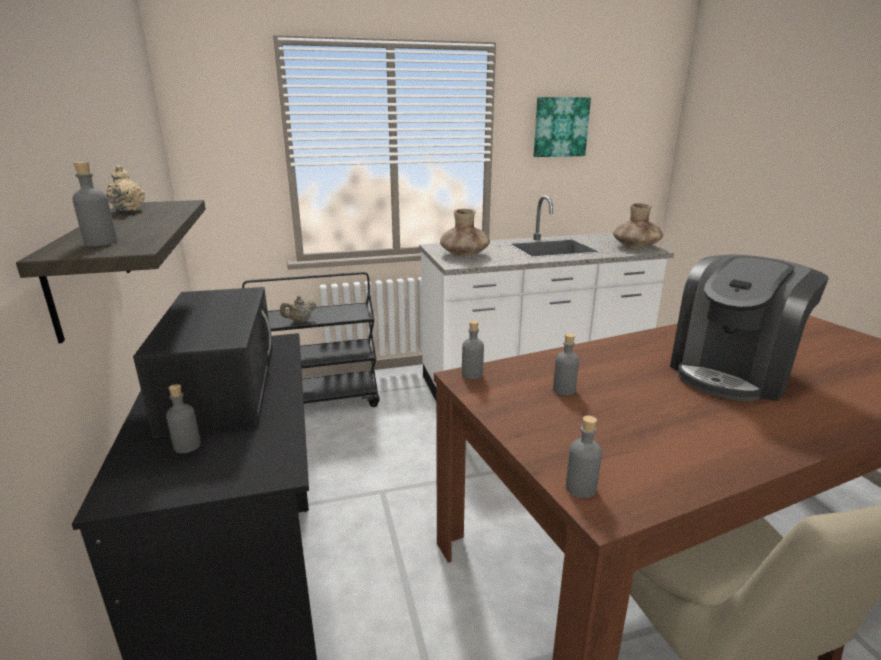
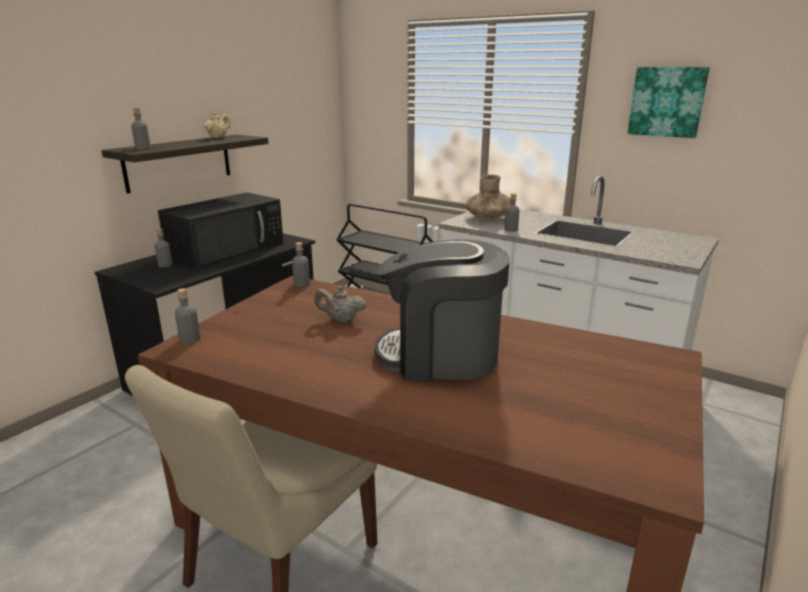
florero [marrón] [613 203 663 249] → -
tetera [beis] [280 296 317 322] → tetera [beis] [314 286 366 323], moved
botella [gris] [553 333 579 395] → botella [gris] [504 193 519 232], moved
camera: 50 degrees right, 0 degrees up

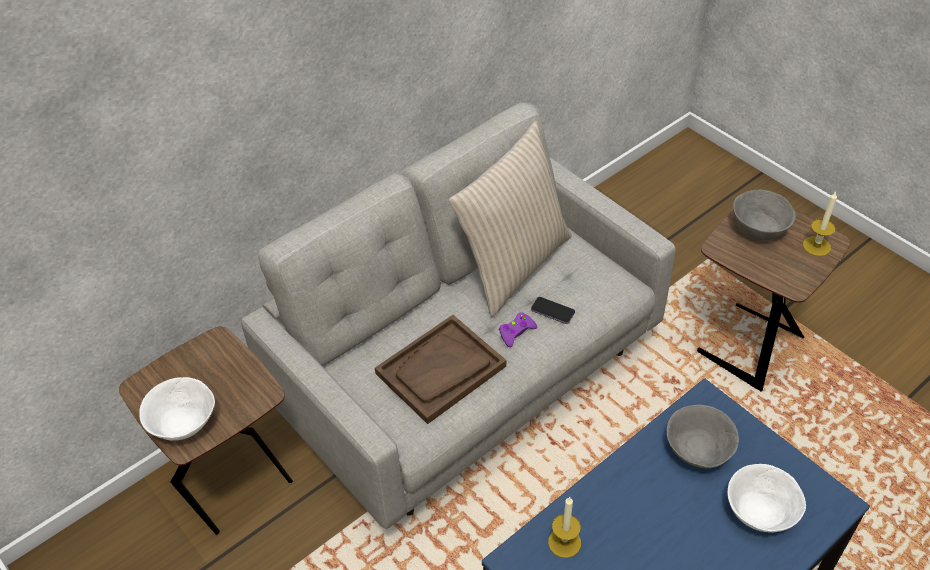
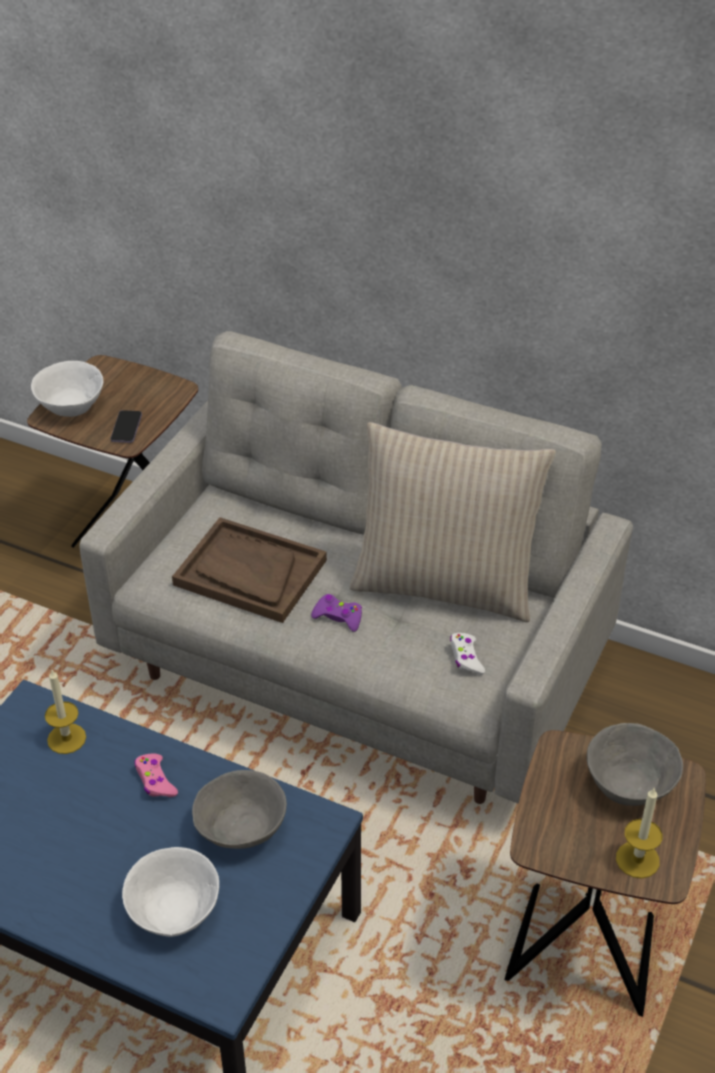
- → mando de consola [rosa] [134 753 178 797]
- → mando de consola [blanco] [450 633 485 675]
móvil [531 297 575 324] → móvil [110 410 142 443], moved
camera: 65 degrees right, 5 degrees down

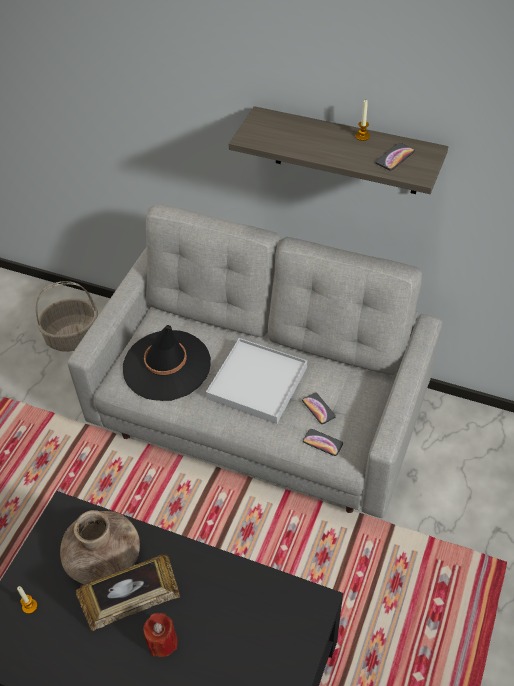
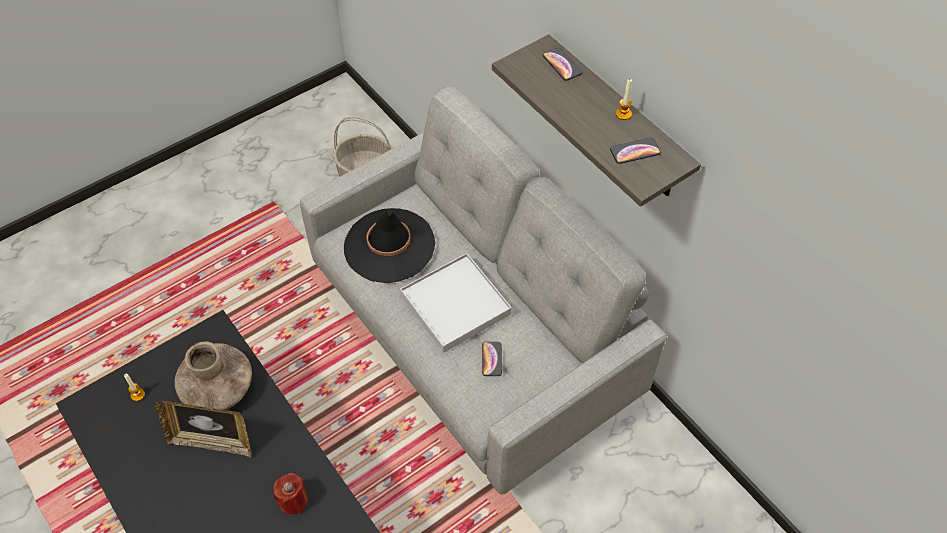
vela [rojo] [143 613 178 657] → vela [rojo] [273 473 308 515], moved
móvil [303 429 343 456] → móvil [543 47 582 81], moved
camera: 30 degrees right, 5 degrees up

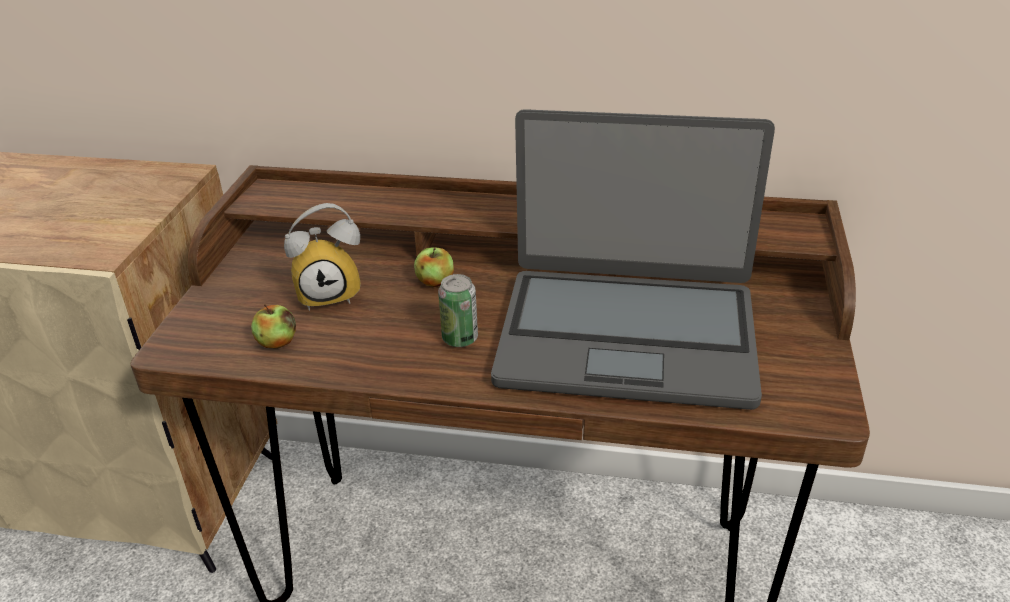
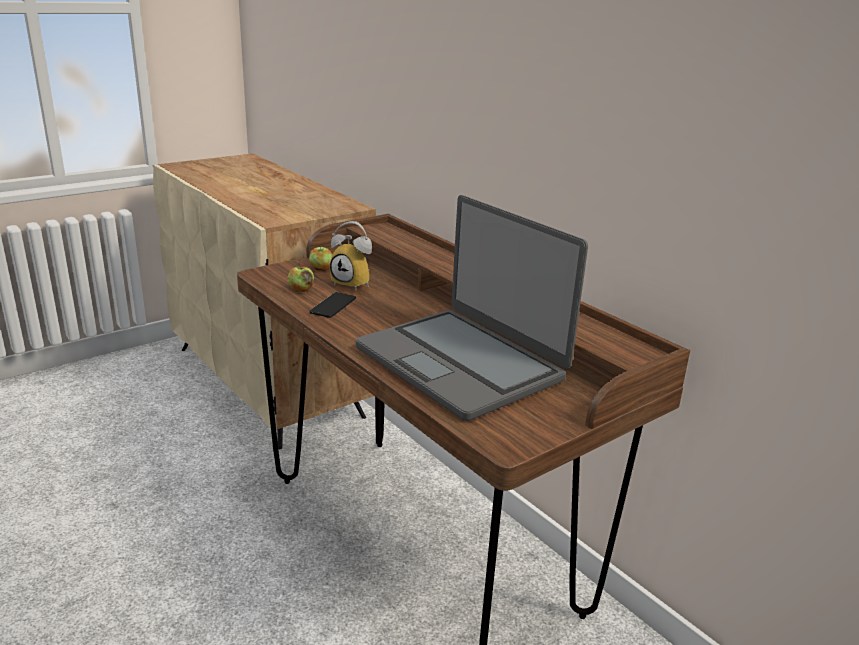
lata [438 274 478 347] → -
- → móvil [309 292 356 318]
manzana [414 247 454 287] → manzana [309 245 332 271], moved
camera: 40 degrees right, 10 degrees down

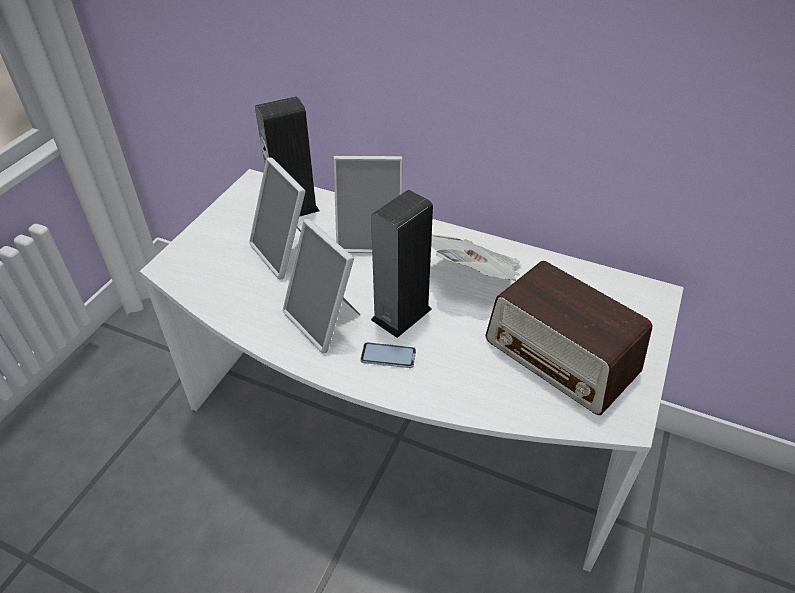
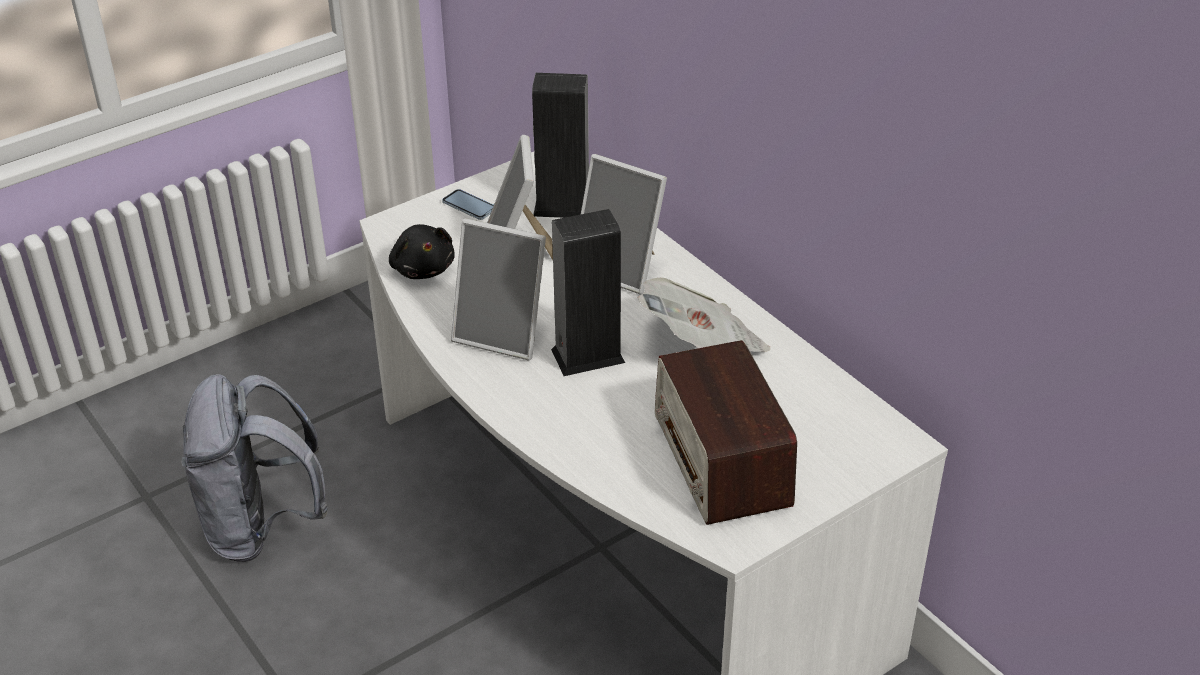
- → mochila [gris] [181 374 328 562]
- → peluche [negro] [389 224 455 279]
móvil [360 342 416 368] → móvil [442 189 494 220], moved
portarretratos [283 219 360 353] → portarretratos [451 218 546 360], 60 degrees counterclockwise
camera: 30 degrees right, 5 degrees down

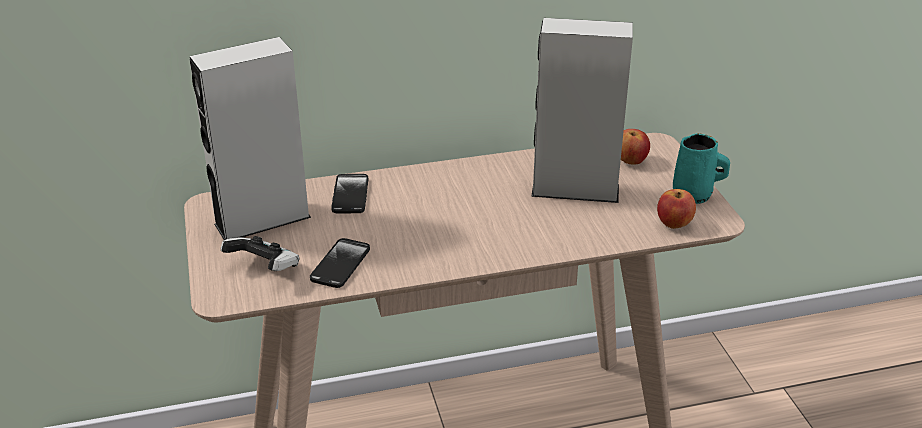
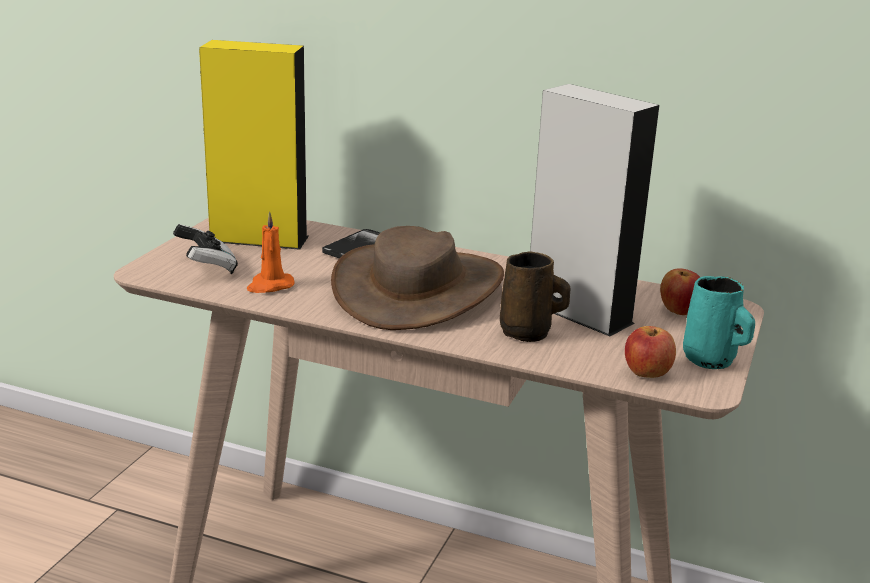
- → sombrero [marrón] [331 226 504 330]
- → taza grande [marrón] [500 251 570 342]
móvil [310 238 370 288] → vela [naranja] [247 211 295 293]
altavoz [gris] [189 37 311 240] → altavoz [amarillo] [199 40 309 250]
camera: 35 degrees right, 10 degrees down

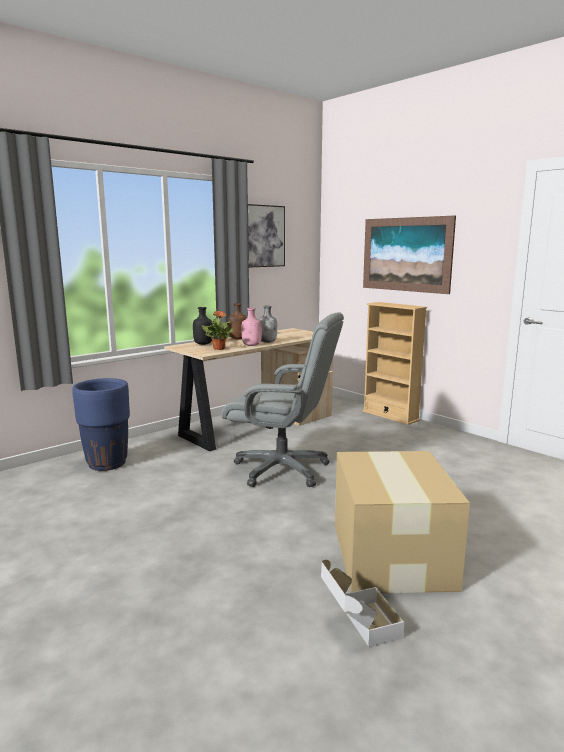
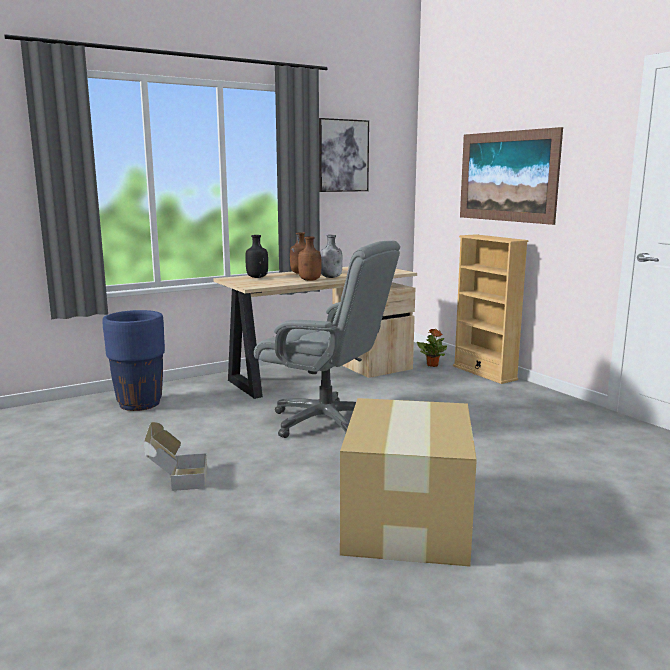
planta en maceta [202 311 233 350] → planta en maceta [417 329 447 367], moved
caja de cartón [321 560 404 647] → caja de cartón [144 422 207 491], moved
botella [rosa] [242 308 262 346] → botella [marrón] [298 236 321 281]
camera: 10 degrees right, 0 degrees up

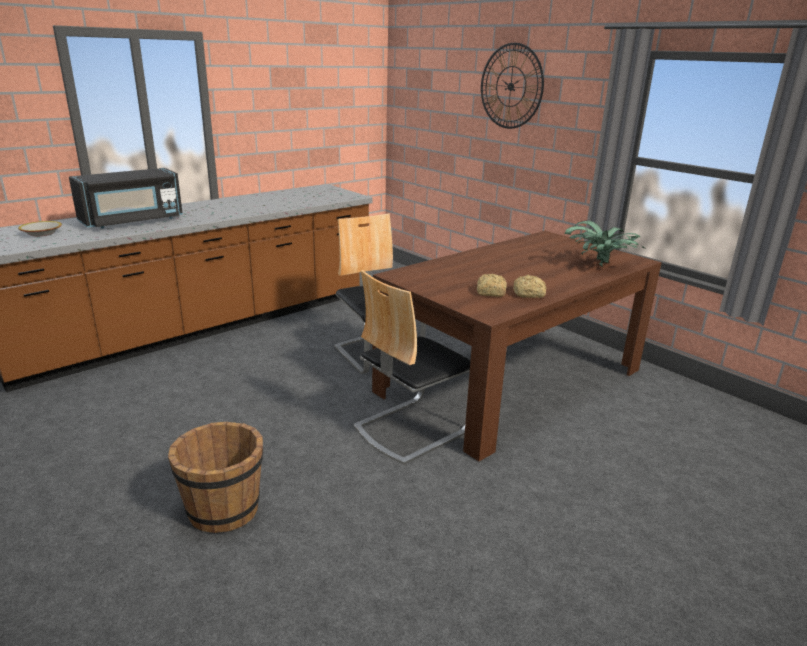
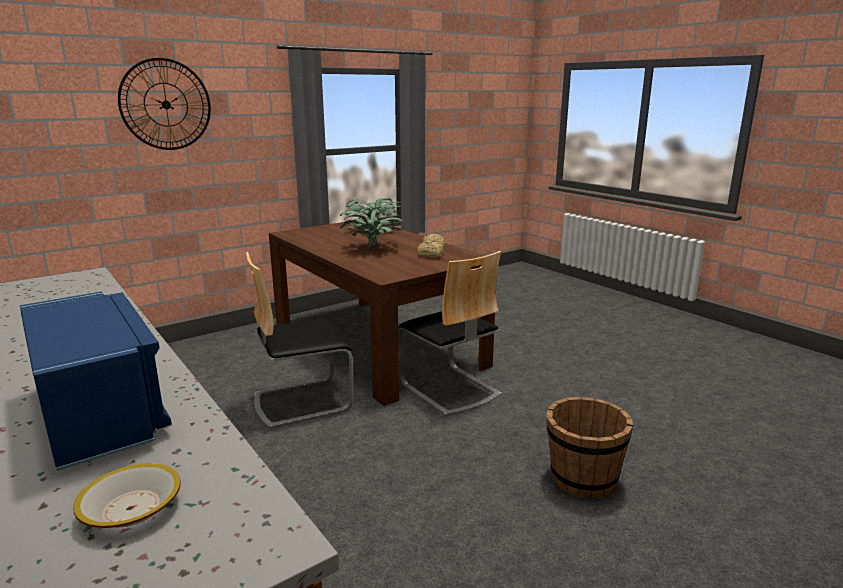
- → planta en maceta [340 210 403 249]
microondas [negro] [69 168 183 228] → microondas [azul] [20 292 172 471]
camera: 85 degrees left, 5 degrees down

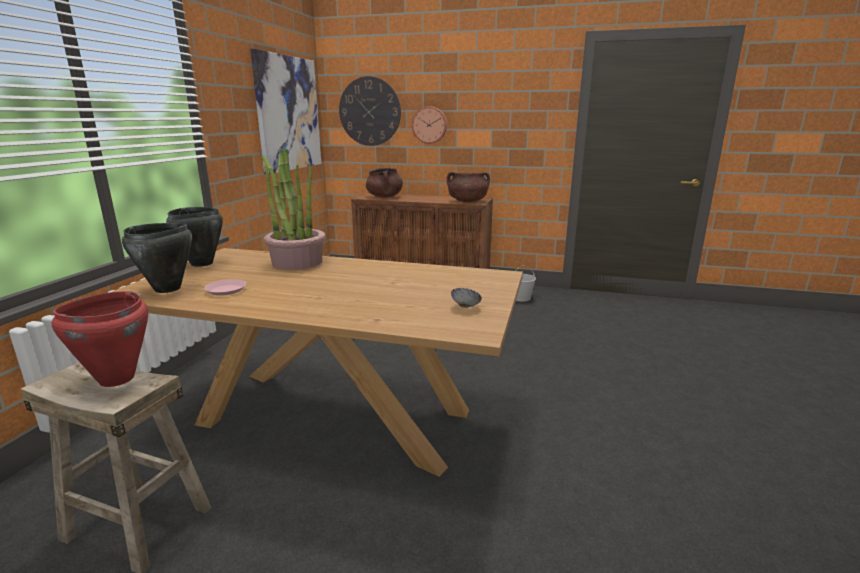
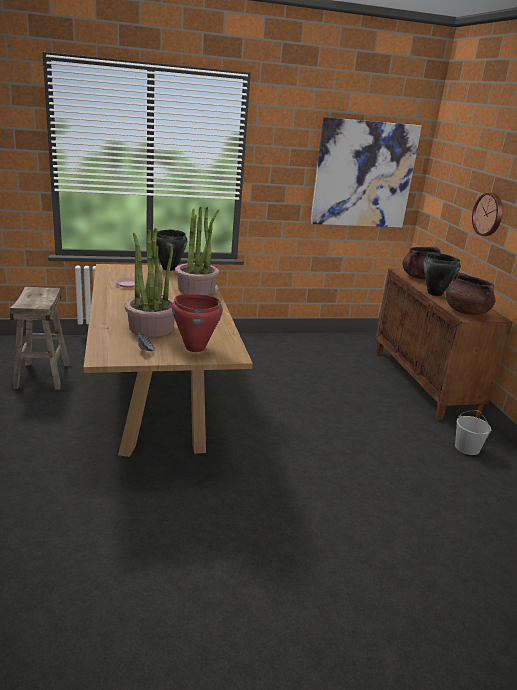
reloj de pared [339 76 401 146] → -
- → planta en maceta [125 228 175 337]
olla [rojo] [52 291 148 387] → olla [rojo] [172 294 223 352], moved
olla [negro] [122 223 192 293] → olla [negro] [423 253 461 296], moved
camera: 60 degrees right, 5 degrees up

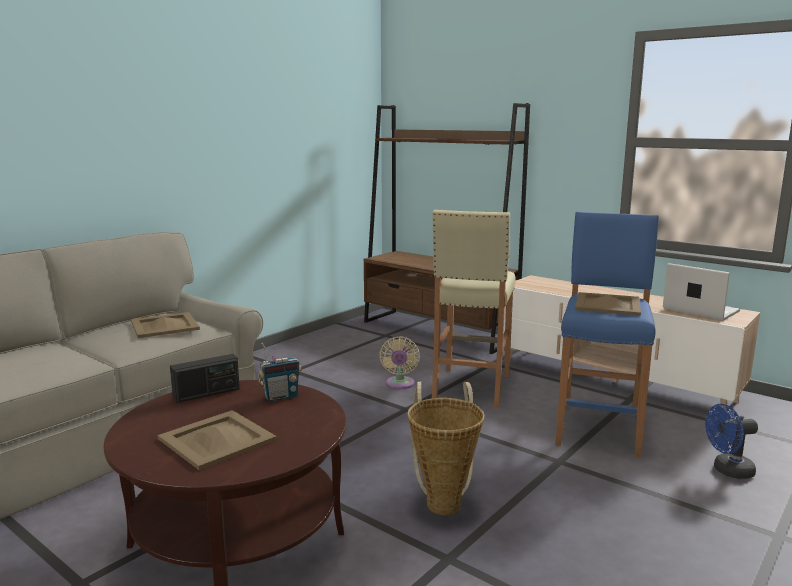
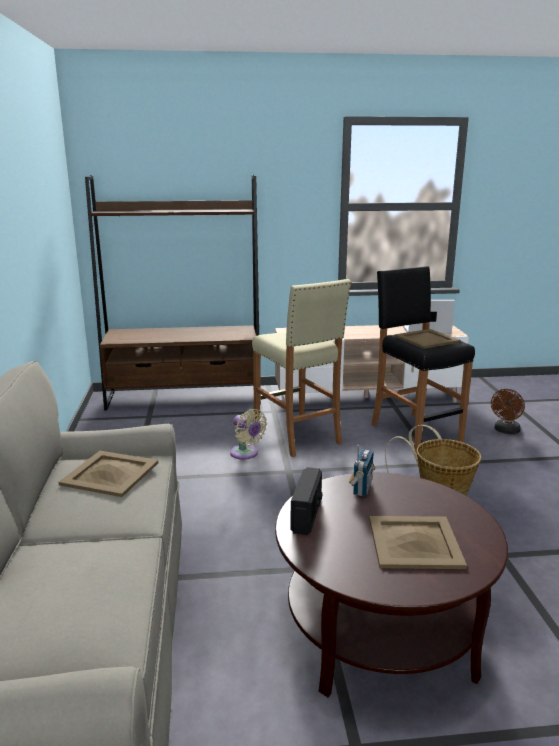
taburete [azul] [555 212 659 458] → taburete [negro] [371 266 475 453]
ventilador [azul] [705 404 758 479] → ventilador [marrón] [491 389 525 434]
camera: 45 degrees left, 5 degrees up

